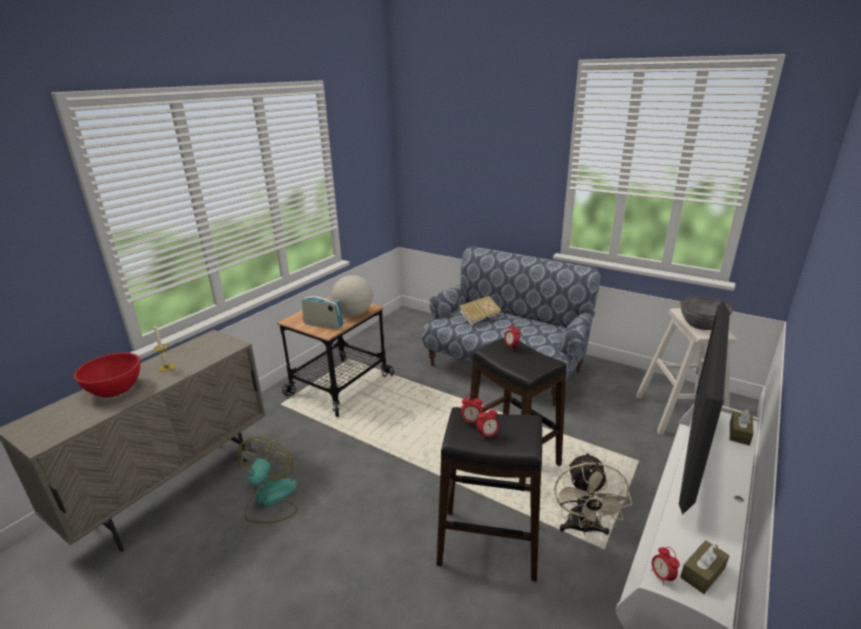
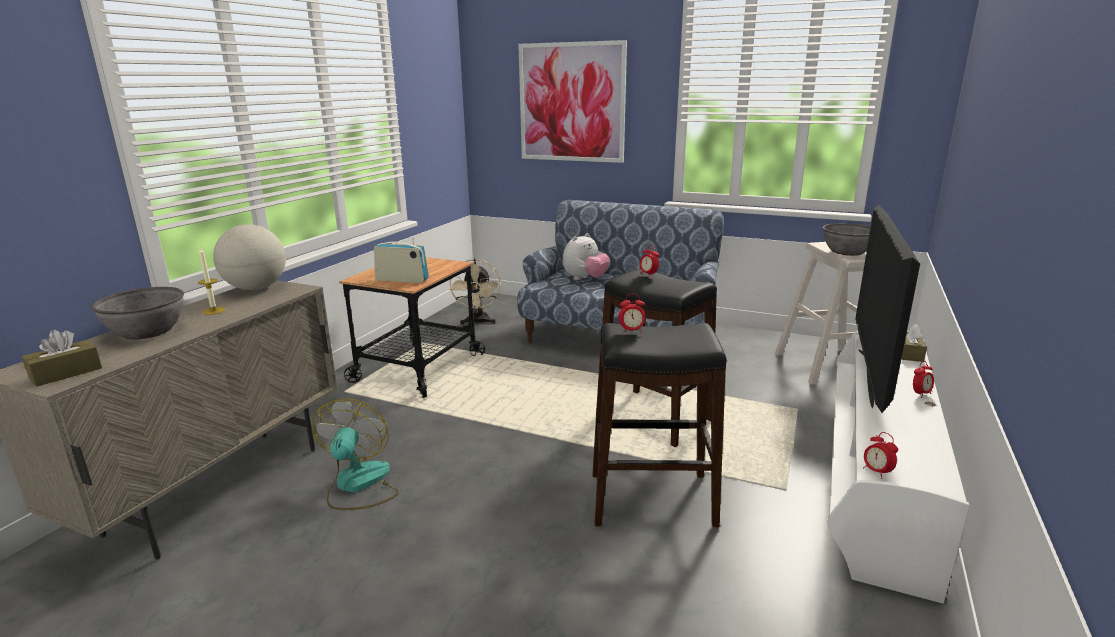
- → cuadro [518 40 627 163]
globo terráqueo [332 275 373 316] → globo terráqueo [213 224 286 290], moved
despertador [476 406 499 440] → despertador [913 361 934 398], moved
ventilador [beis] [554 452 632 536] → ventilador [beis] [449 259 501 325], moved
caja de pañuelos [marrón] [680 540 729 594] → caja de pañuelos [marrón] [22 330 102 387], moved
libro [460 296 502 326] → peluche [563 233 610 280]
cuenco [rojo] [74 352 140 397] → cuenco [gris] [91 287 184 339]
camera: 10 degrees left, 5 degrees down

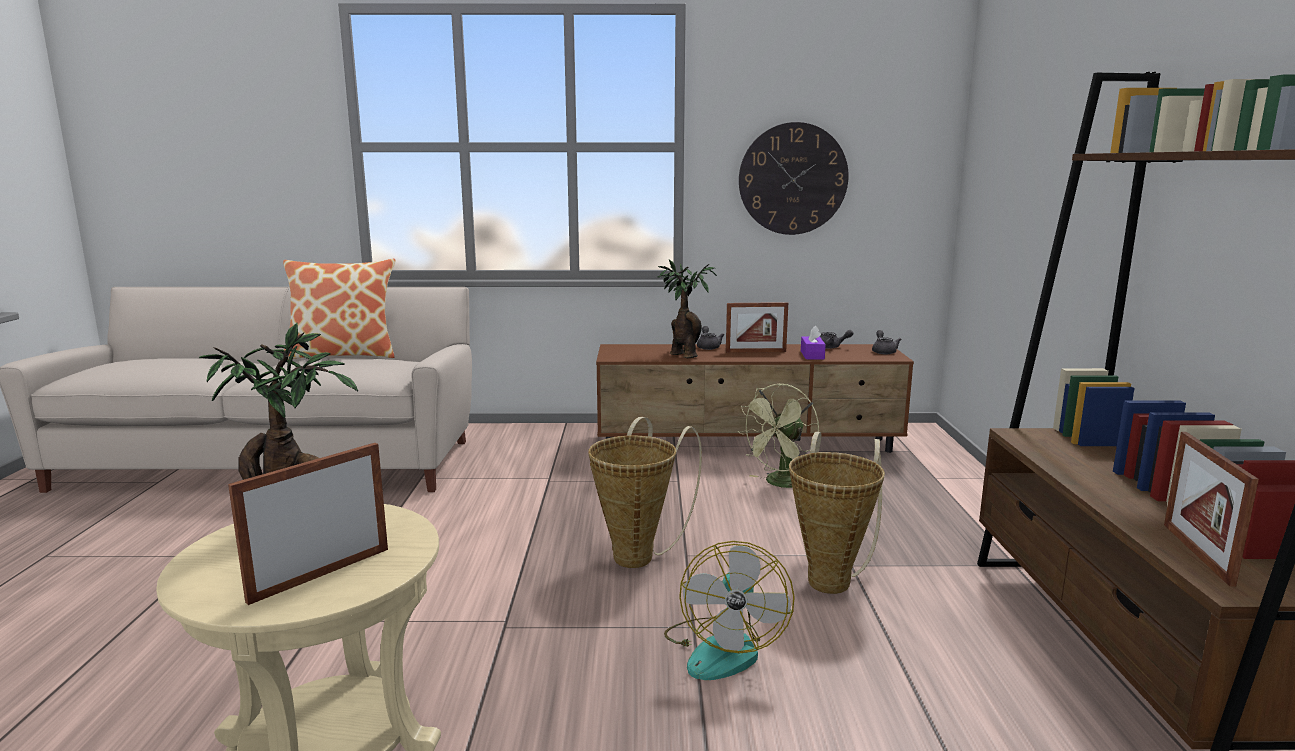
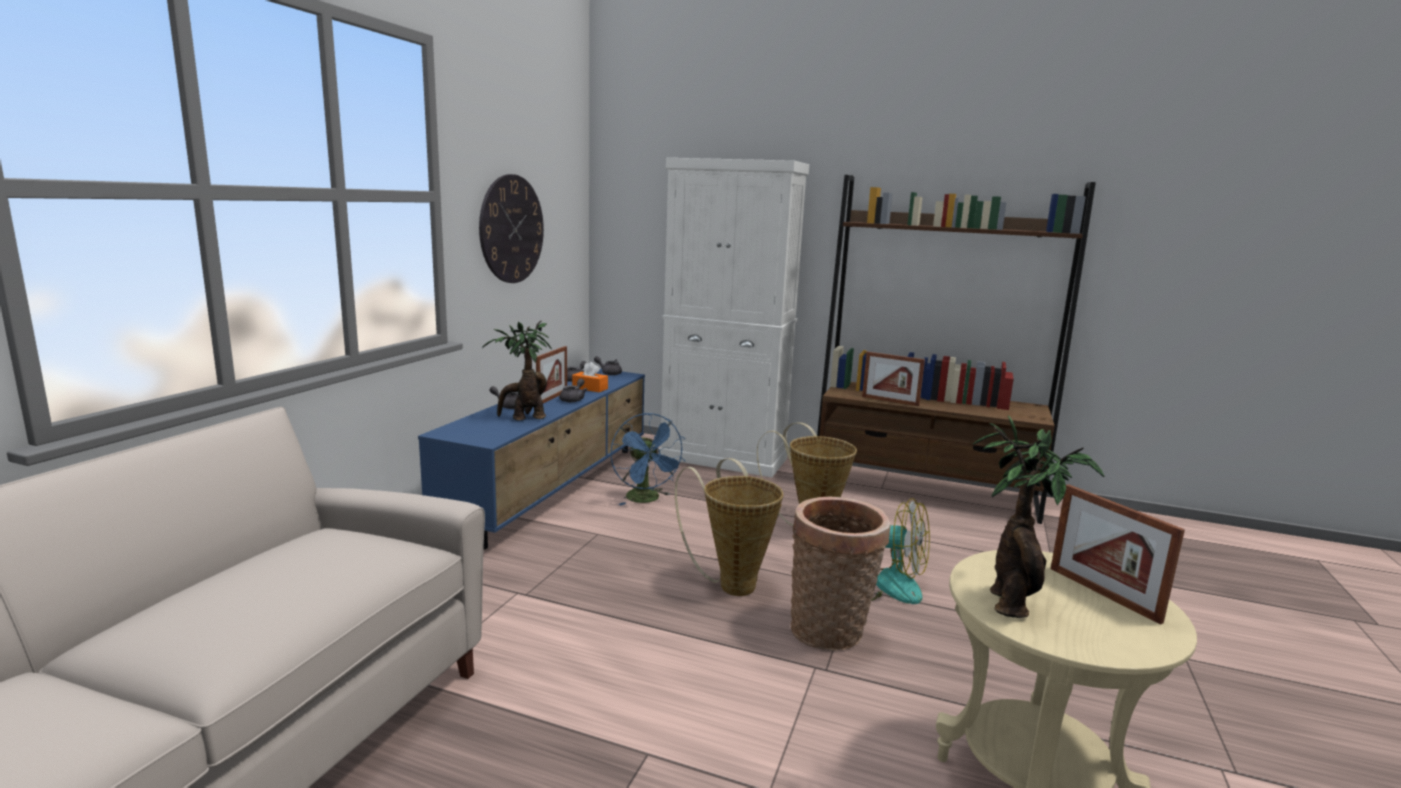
cojín [283 259 396 360] → -
- → tetera [gris] [559 378 588 402]
- → armario [blanco] [658 158 809 477]
- → cesta [791 497 890 651]
portarretratos [1164 432 1259 587] → portarretratos [862 352 925 406], moved
mueble de televisión [marrón] [596 344 914 453] → mueble de televisión [azul] [418 369 645 550]
ventilador [verde] [738 384 819 488] → ventilador [azul] [610 413 685 505]
caja de pañuelos [morado] [801 325 826 360] → caja de pañuelos [naranja] [572 362 608 392]
camera: 70 degrees left, 0 degrees up

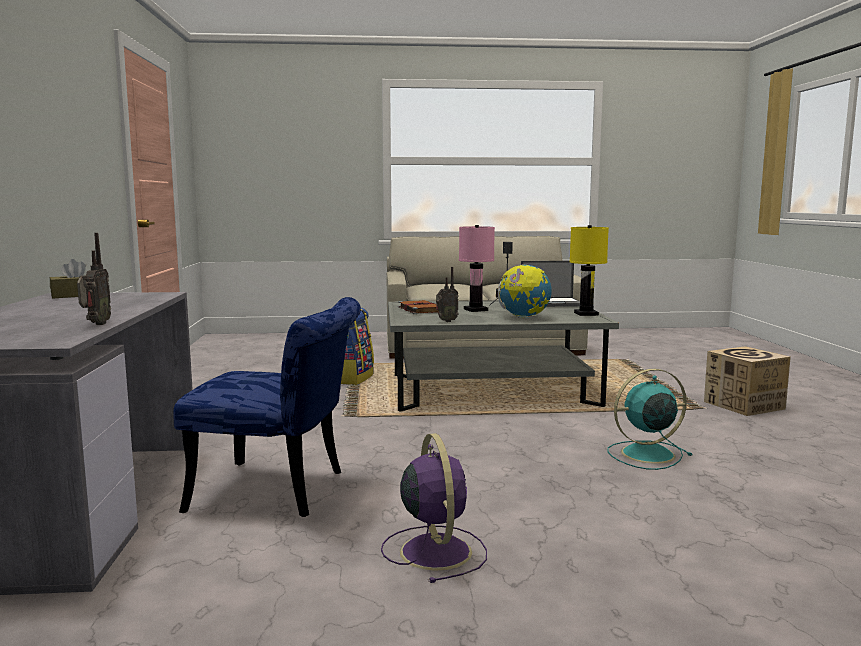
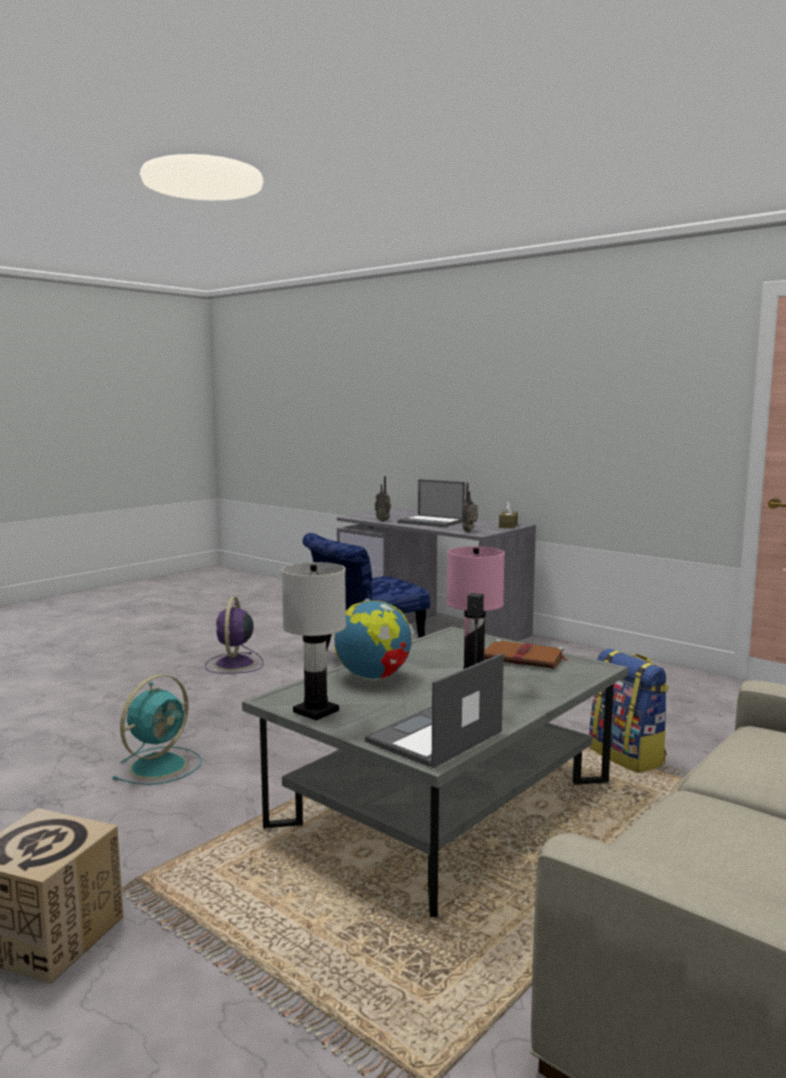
- → portátil [397 479 465 527]
radio [436 267 459 322] → radio [462 483 478 532], moved
lámpara de mesa [amarillo] [570 225 609 316] → lámpara de mesa [blanco] [282 562 346 720]
ventilador [morado] [381 433 487 583] → ventilador [morado] [205 597 264 674], 60 degrees clockwise
camera: 135 degrees right, 0 degrees up

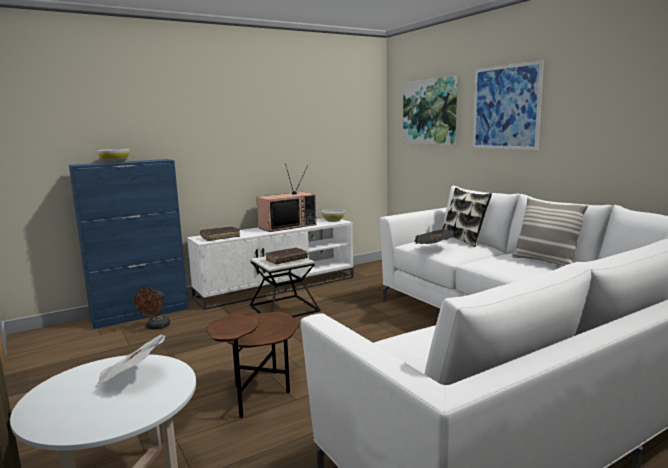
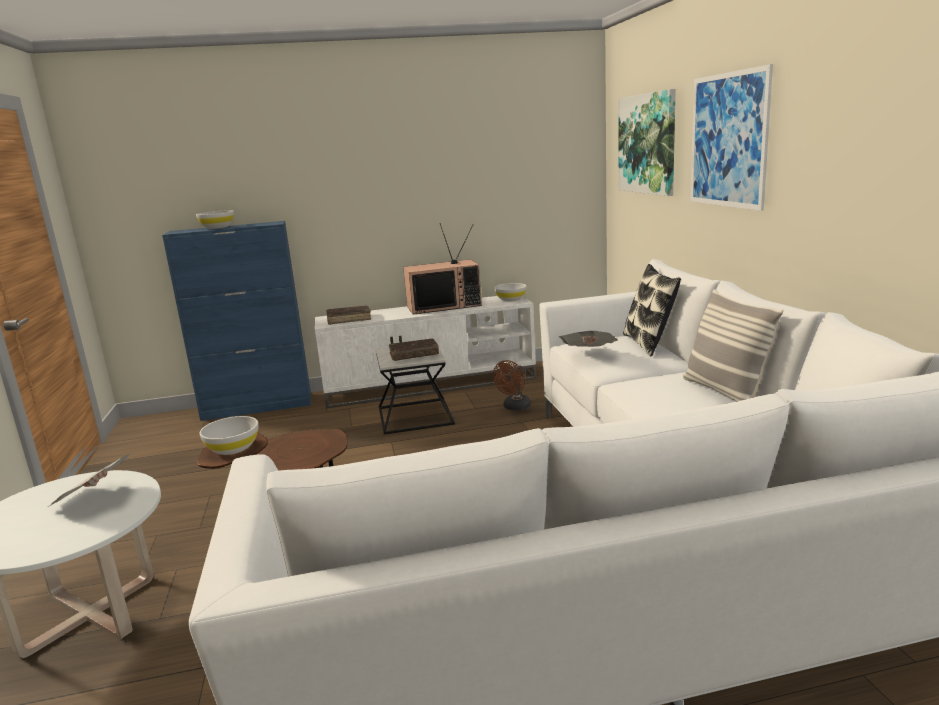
- → cuenco [blanco] [199 416 259 455]
ventilador [marrón] [135 287 170 330] → ventilador [marrón] [493 360 531 411], moved
camera: 20 degrees right, 5 degrees up

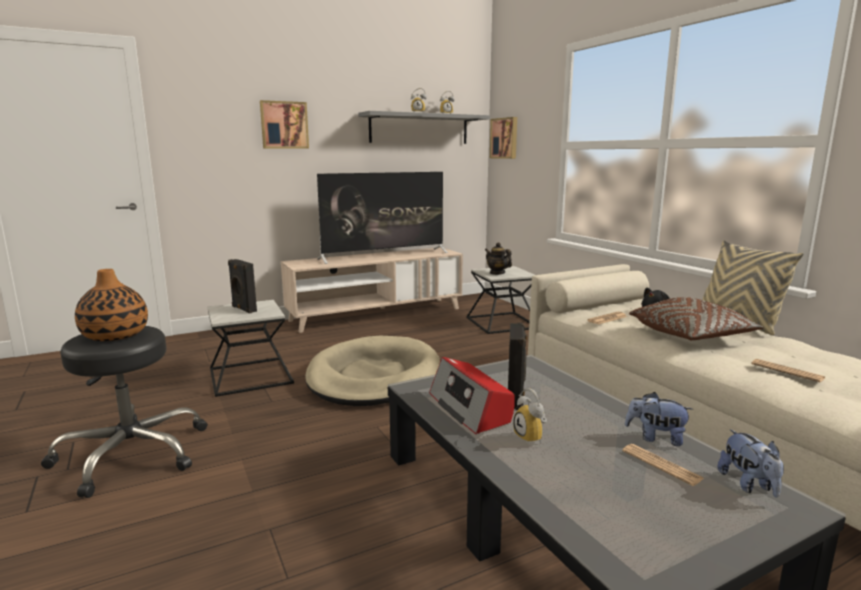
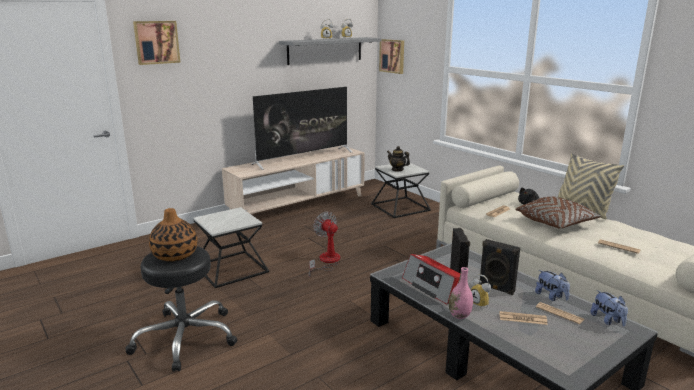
- → florero [rosa] [449 267 473 319]
- → periódico [499 311 548 325]
altavoz [negro] [228 259 257 314] → altavoz [negro] [479 239 520 295], moved
cuadro [260 100 309 149] → cuadro [133 21 181 65], moved
cama para perro [beis] [305 336 440 406] → ventilador [308 212 340 277]
peluche [625 392 693 446] → peluche [535 270 570 301], 135 degrees counterclockwise
camera: 10 degrees left, 5 degrees up

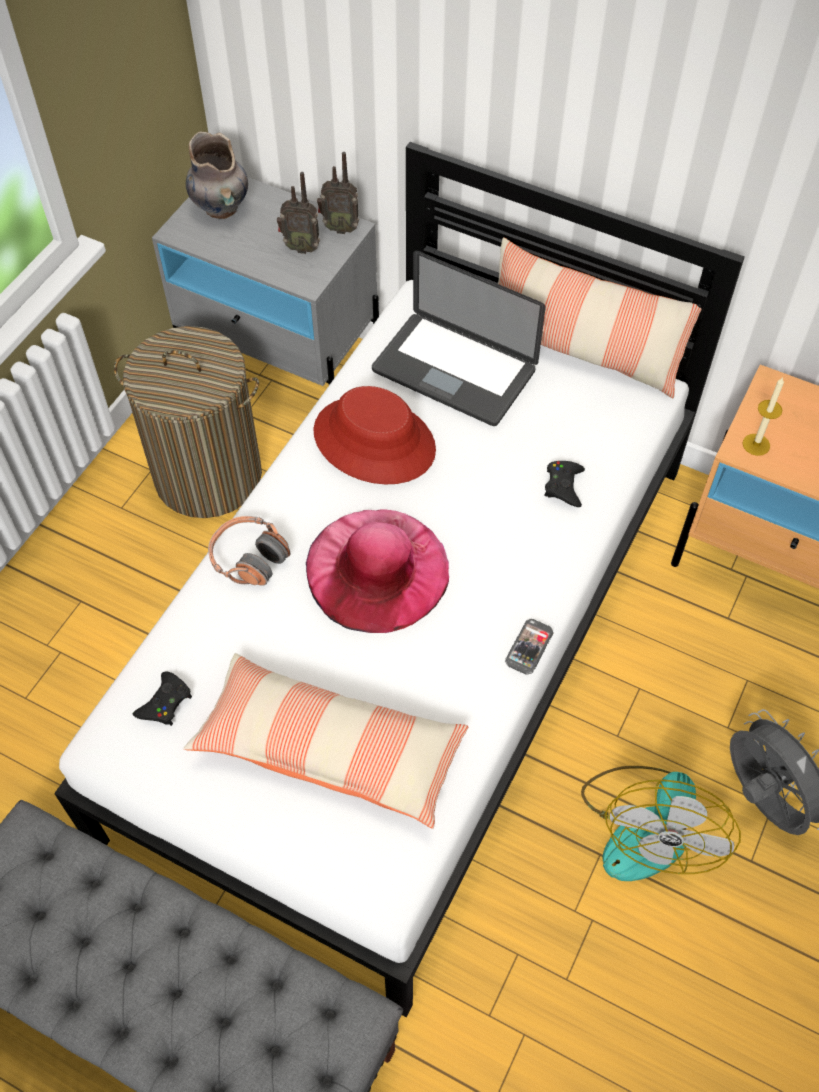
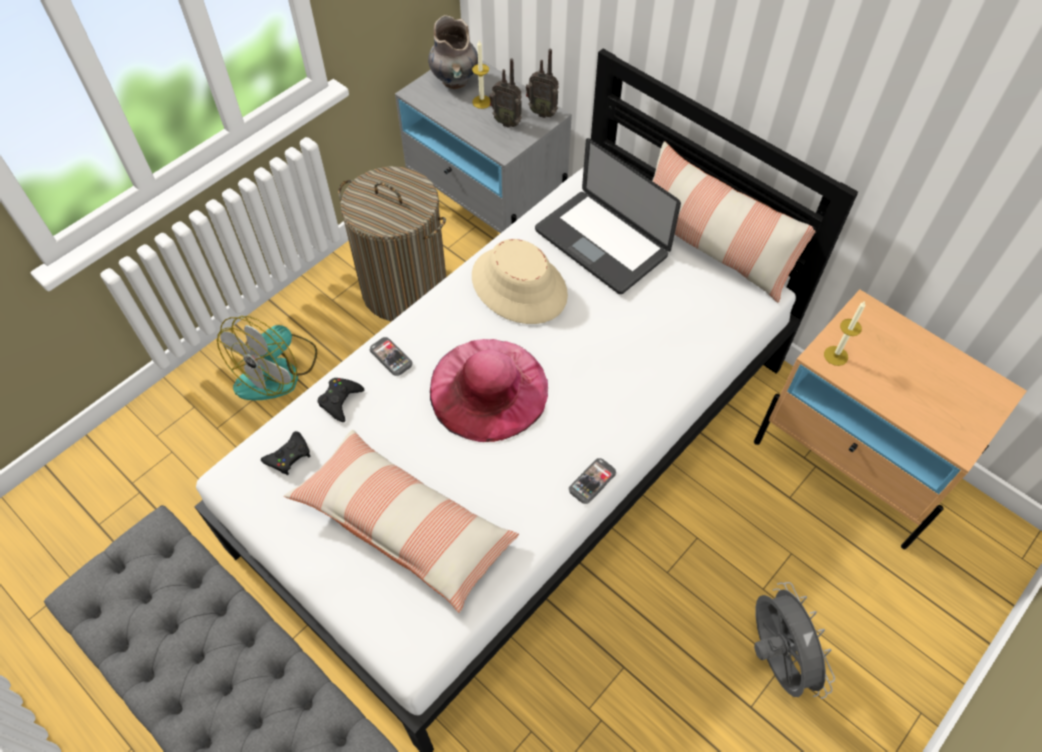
- → vela [472 40 490 109]
mando de consola [negro] [544 461 585 507] → mando de consola [negro] [317 378 364 422], moved
ventilador [581 766 741 881] → ventilador [217 316 317 400], moved
auriculares [208 516 290 586] → móvil [370 337 413 376]
sombrero [rojo] [313 386 436 484] → sombrero [beis] [472 239 568 324]
camera: 15 degrees right, 0 degrees up

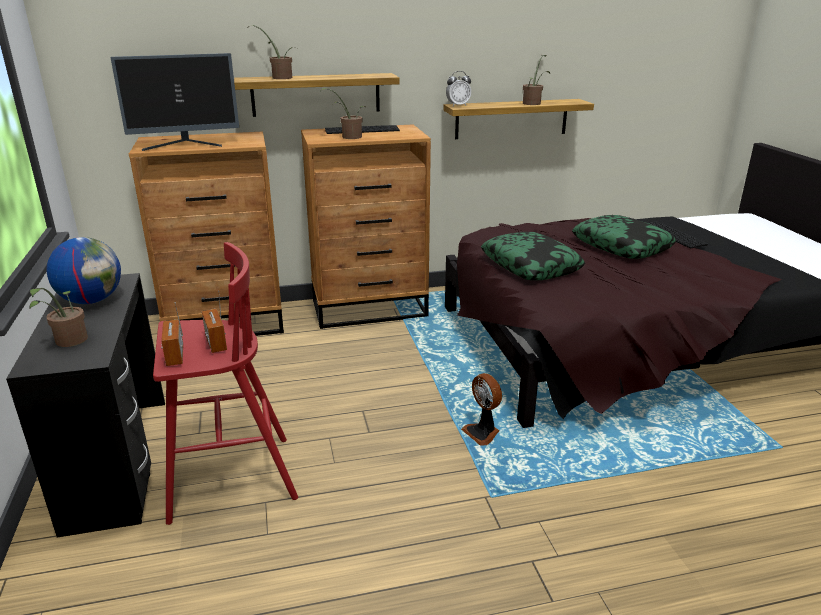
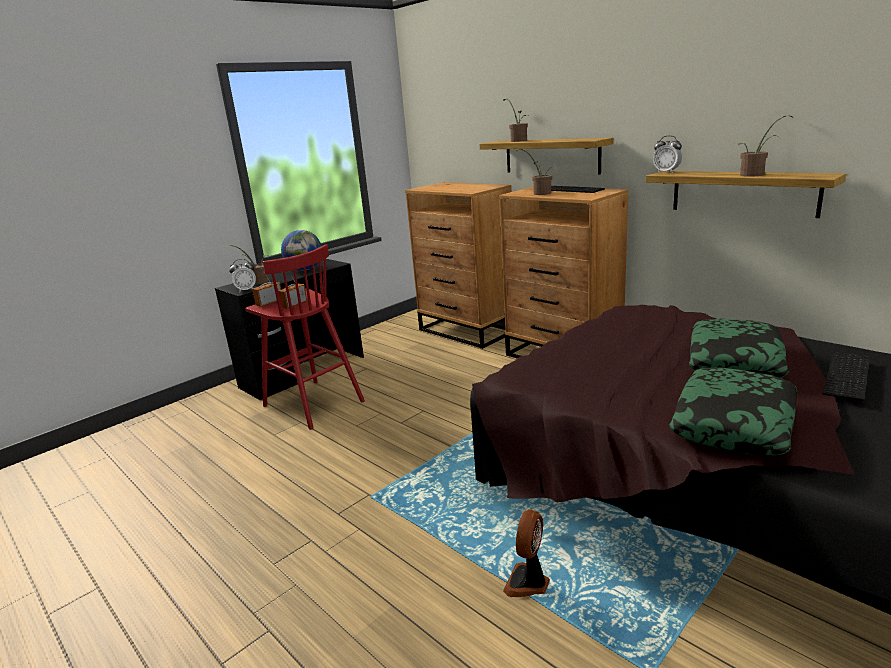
monitor [110 53 239 151] → -
- → despertador [229 259 256 292]
ventilador [461 373 502 445] → ventilador [503 509 550 597], moved
cojín [481 232 585 280] → cojín [669 368 797 455], moved
camera: 60 degrees right, 5 degrees down

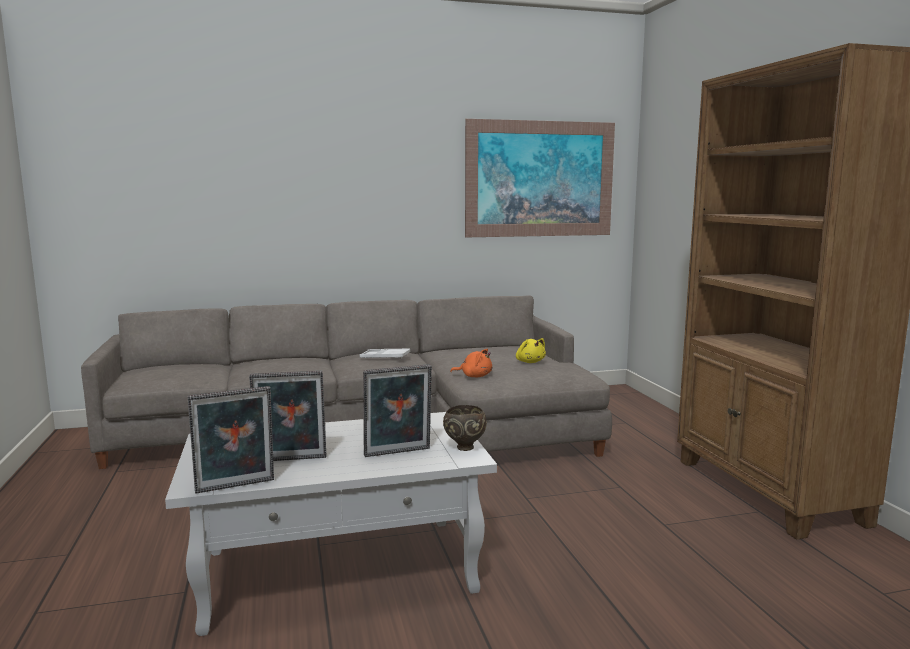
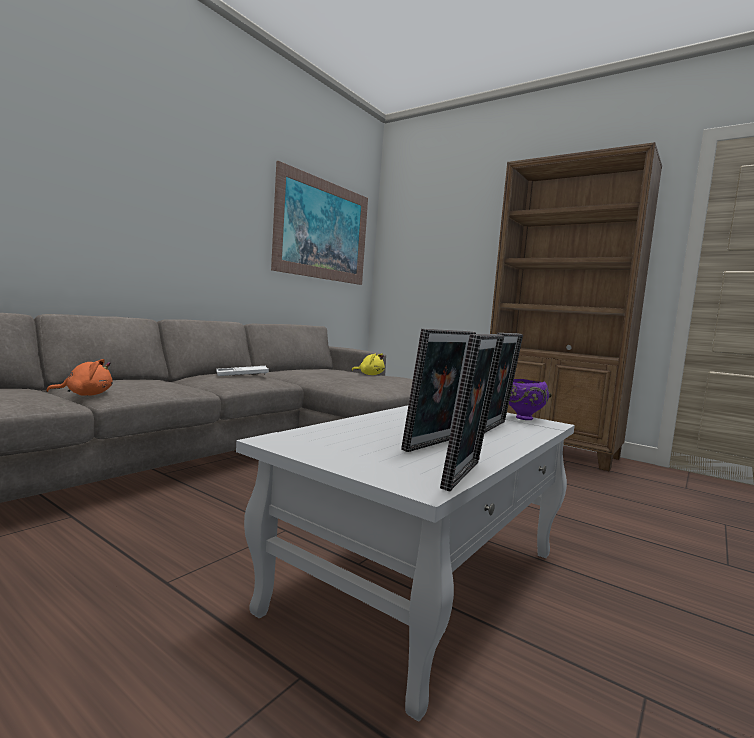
peluche [naranja] [450 349 492 377] → peluche [naranja] [46 359 113 396], moved
cuenco [marrón] [443 405 487 451] → cuenco [morado] [509 379 549 420]
camera: 40 degrees left, 5 degrees down

